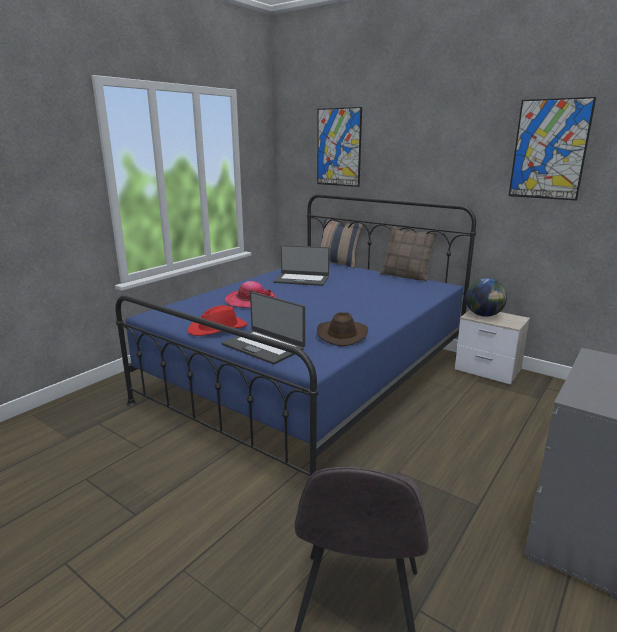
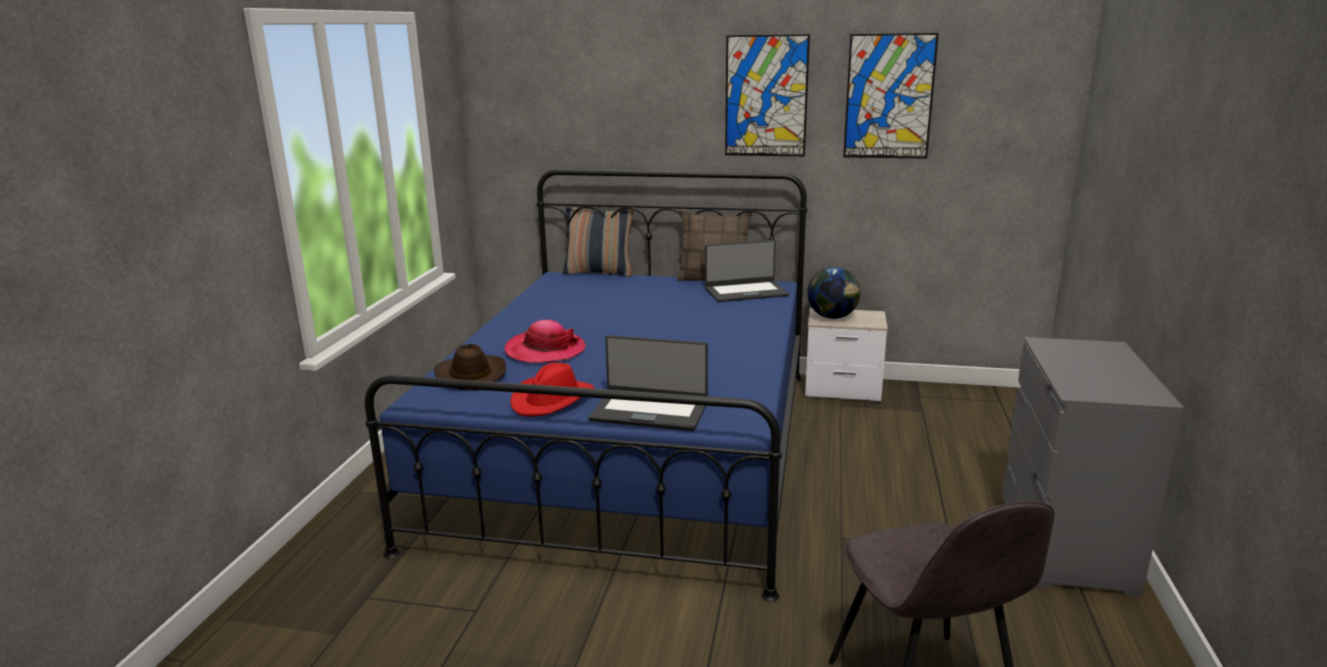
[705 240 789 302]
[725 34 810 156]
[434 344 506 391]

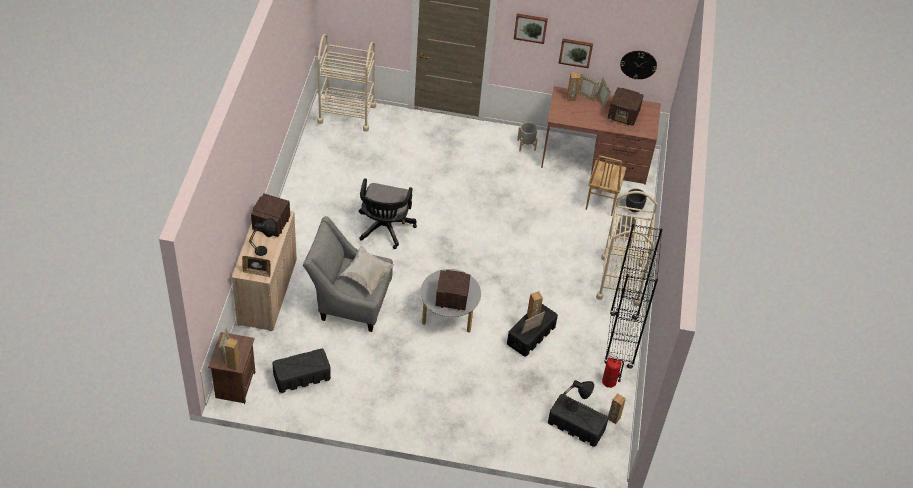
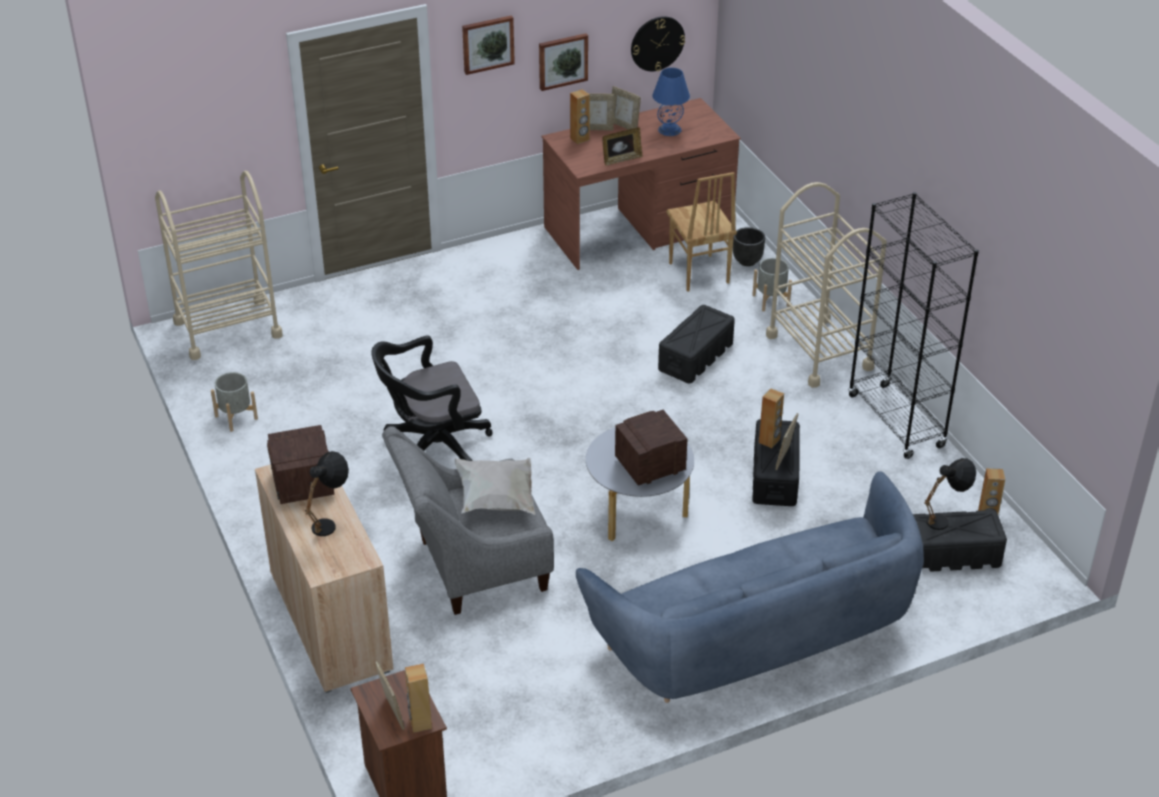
[602 353 624 388] (first image)
[576 471 924 703]
[603 127 643 165]
[658 305 735 384]
[211 372 258 432]
[652 68 690 136]
[371 336 493 461]

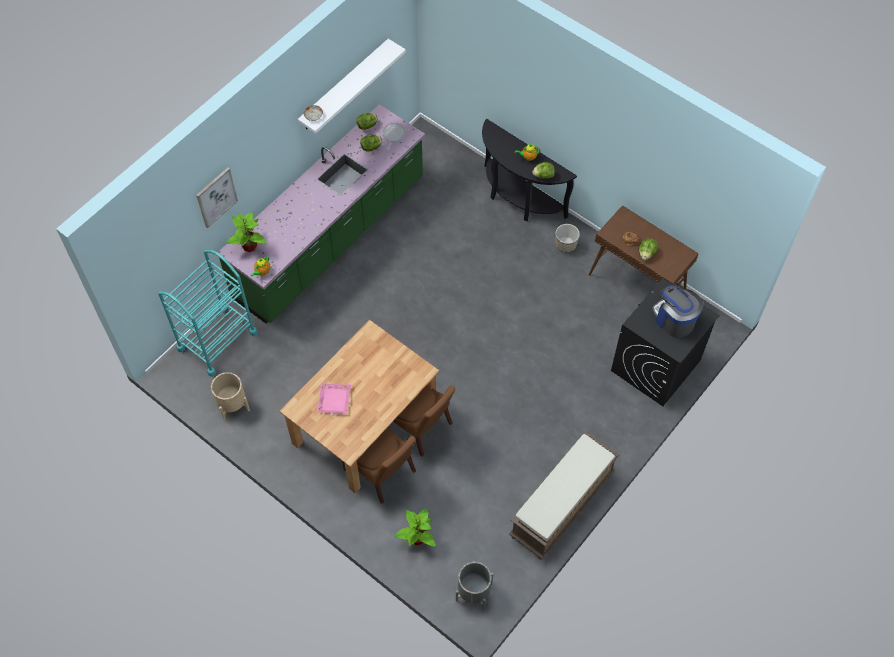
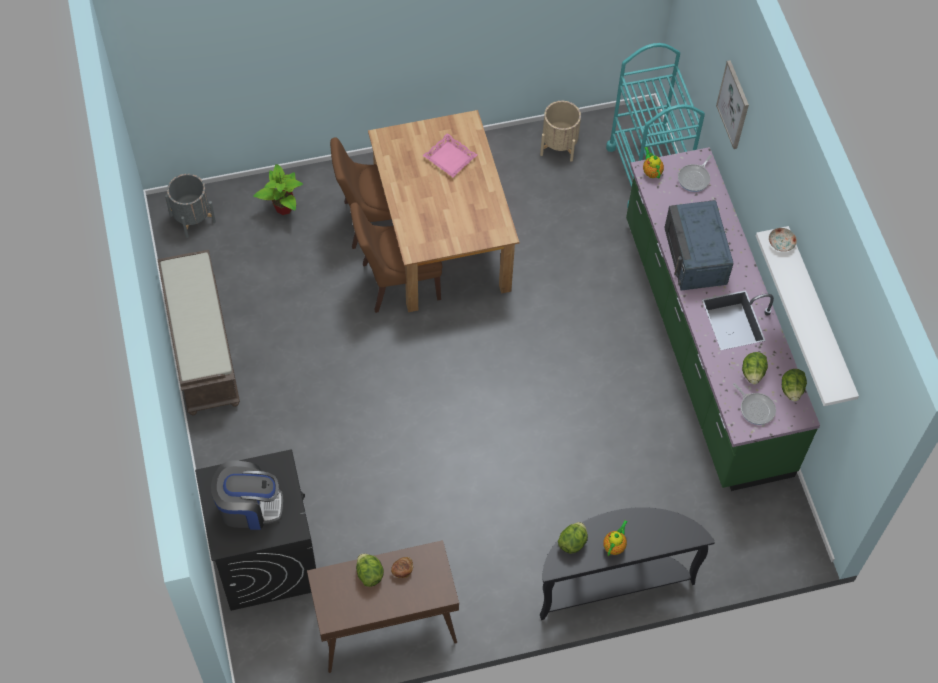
[555 224 580 252] (first image)
[664 200 734 291]
[678 155 712 192]

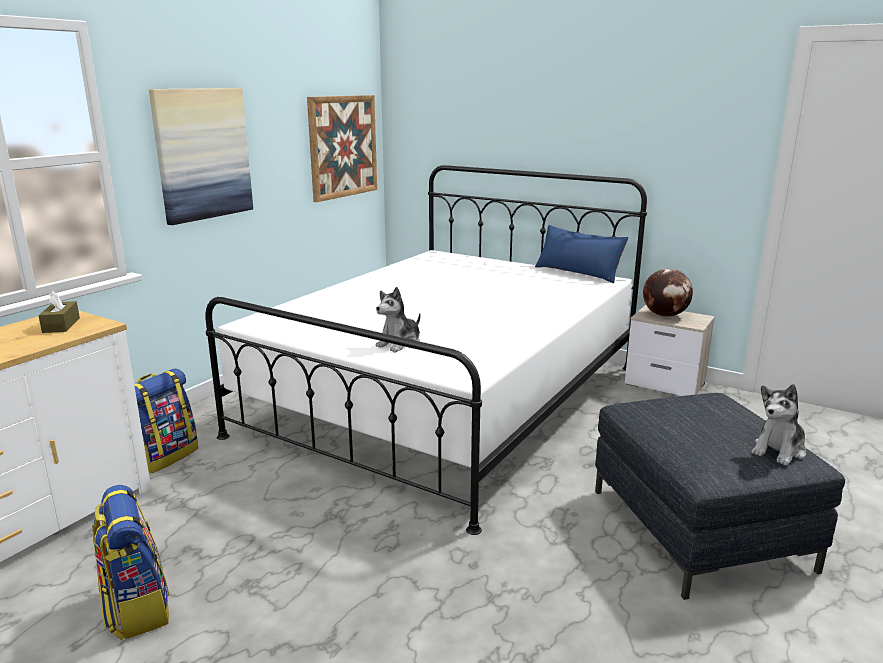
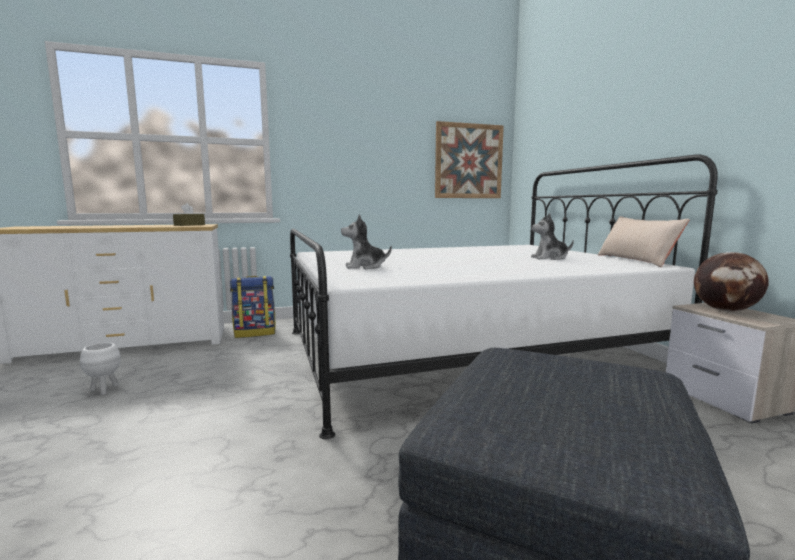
[149 88 253 225] (first image)
[531 213 574 260]
[80 343 121 395]
[598 216 690 267]

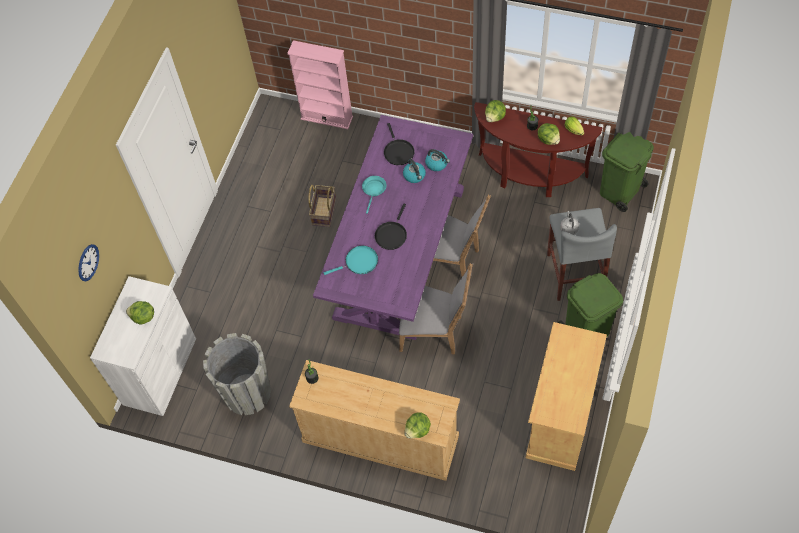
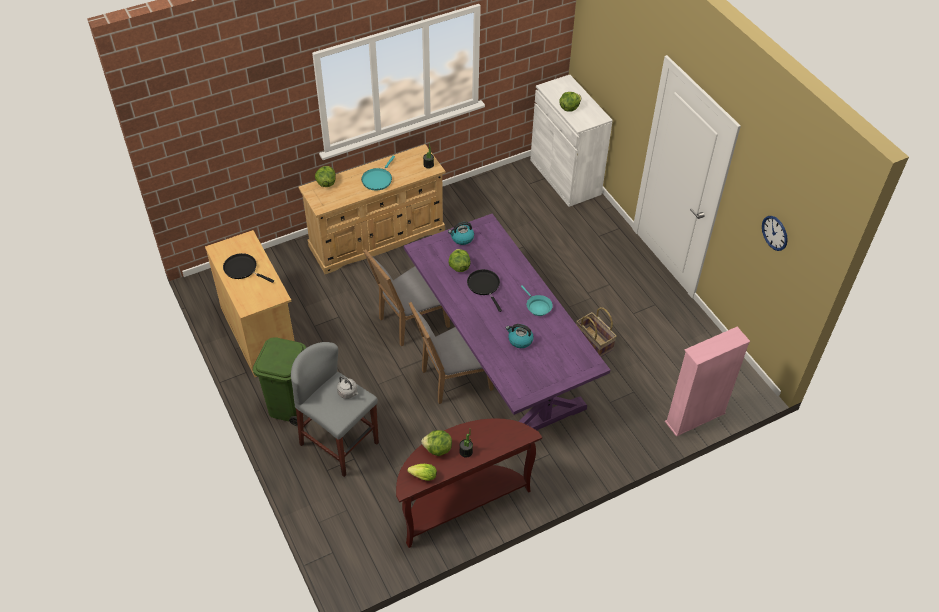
[203 333 271 415] (first image)
[600 132 654 212] (first image)
[762 216 788 251]
[361 156 395 190]
[223 253 274 283]
[448 222 474 245]
[449 249 471 272]

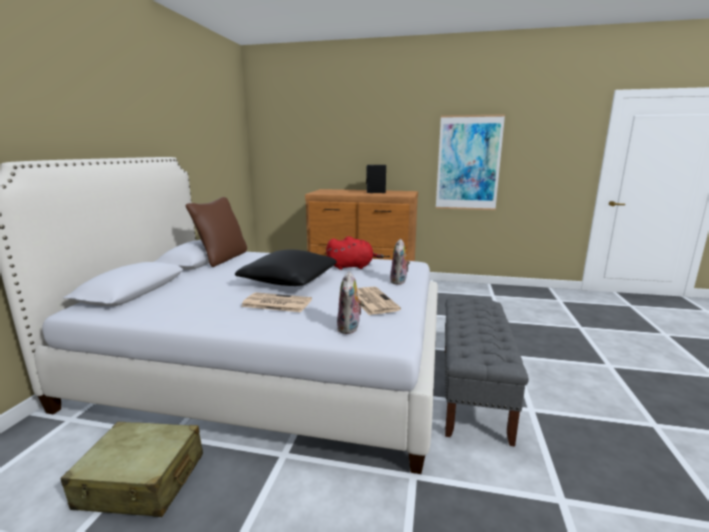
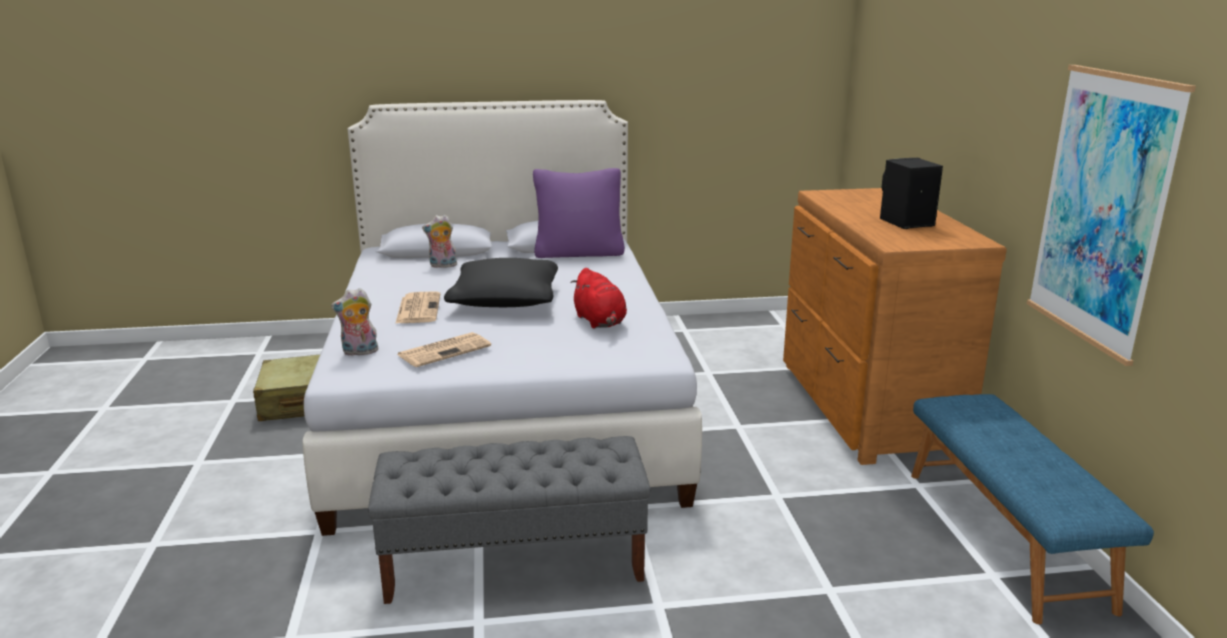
[911 394 1154 624]
[422 215 457 268]
[533 168 625 258]

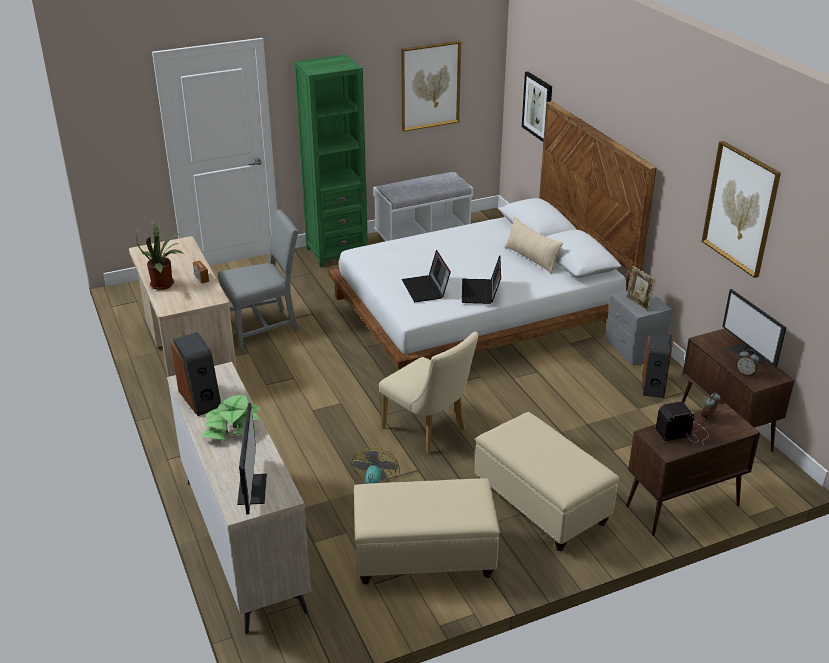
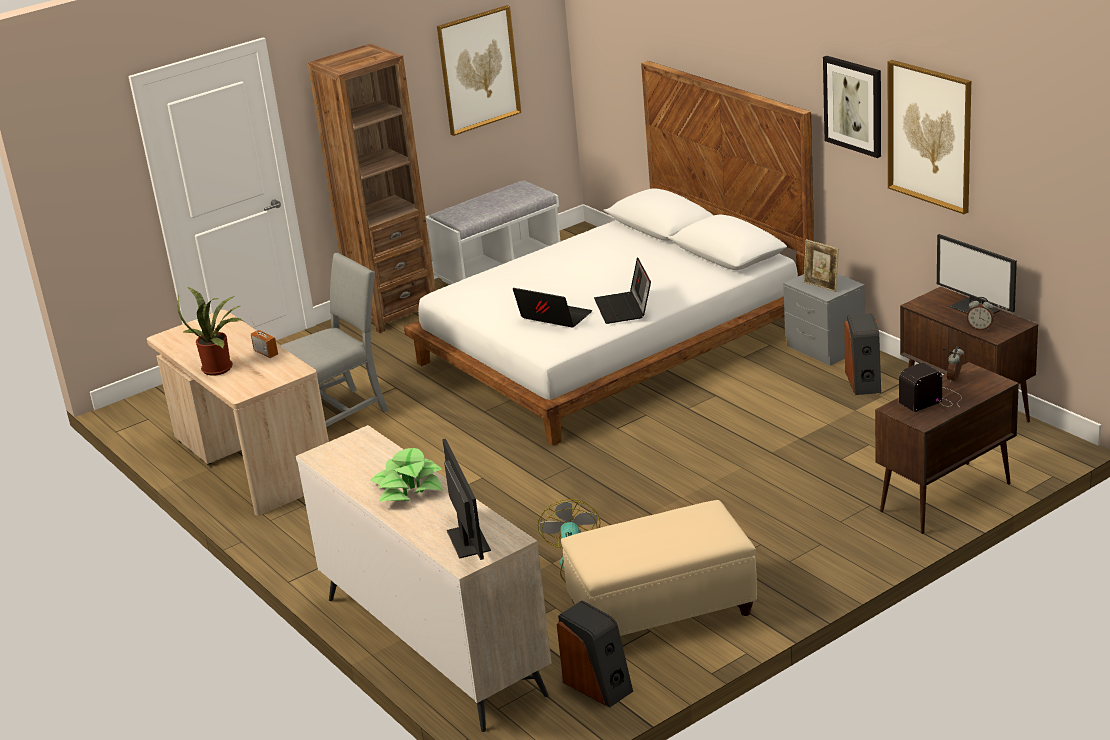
[379 332 479 453] (first image)
[475 412 620 551] (first image)
[505 217 563 274] (first image)
[557 600 633 708]
[823 56 881 158]
[308 44 436 333]
[513 288 592 328]

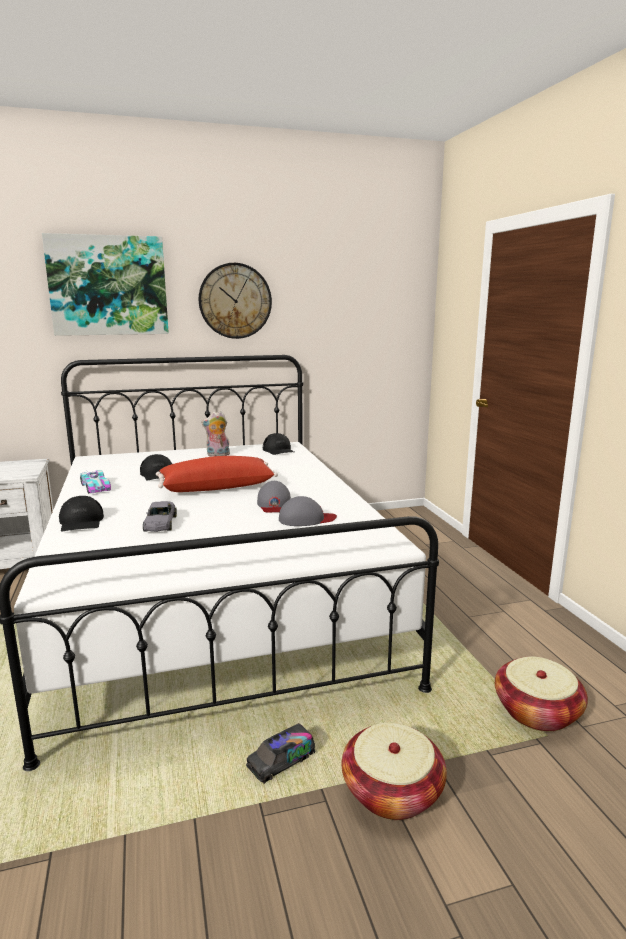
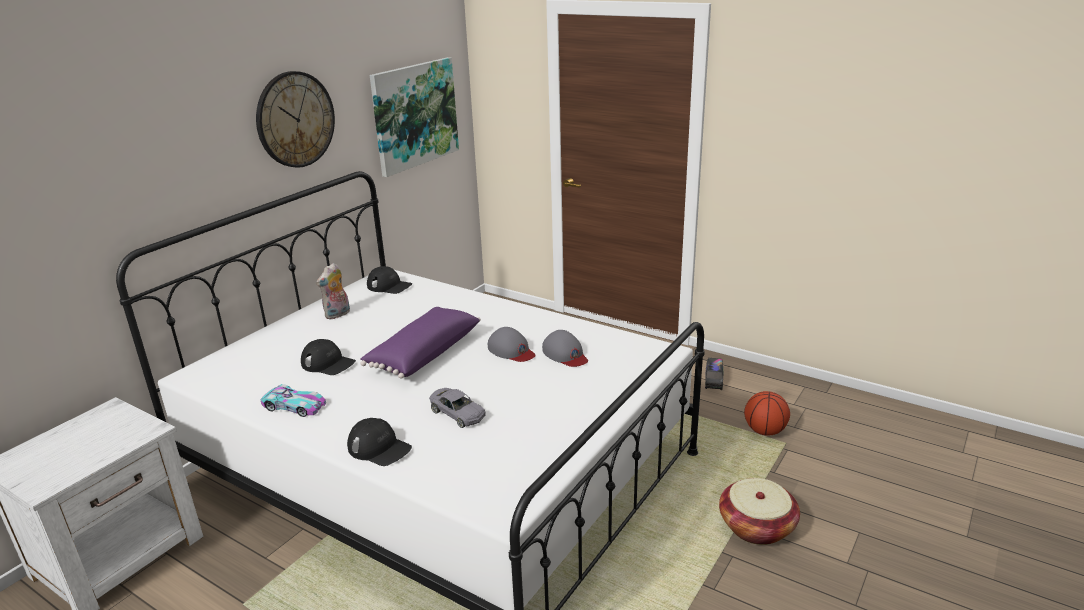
[370 57 459 177]
[705 358 723 390]
[744 391 790 436]
[361 307 481 379]
[542 330 588 367]

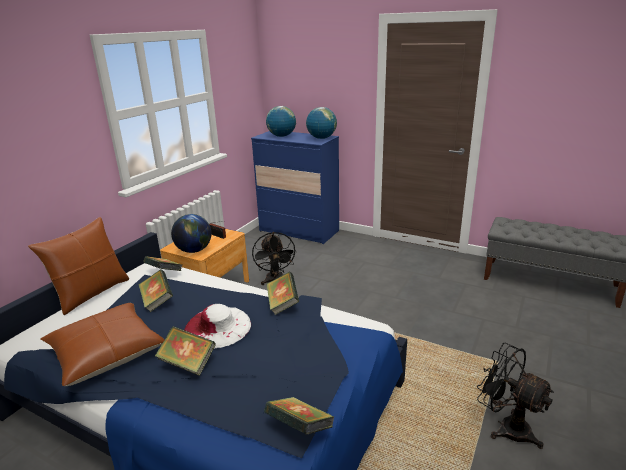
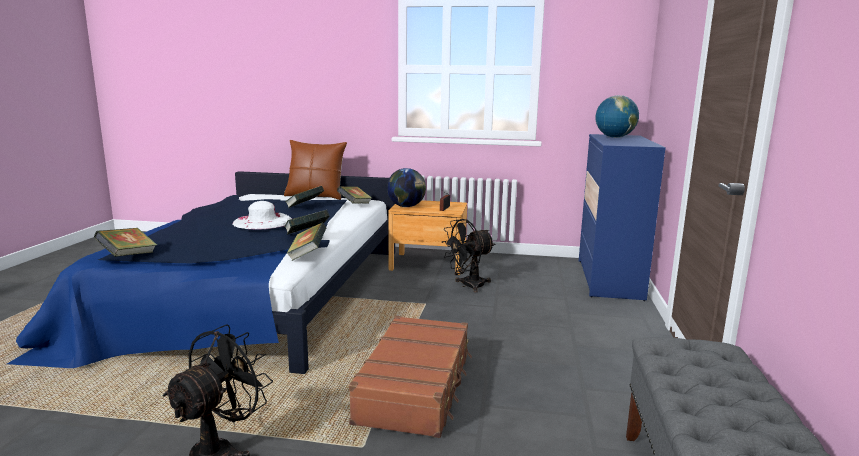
[40 303 164 386] (first image)
[306 107 337 139] (first image)
[348 316 472 438]
[286 223 326 261]

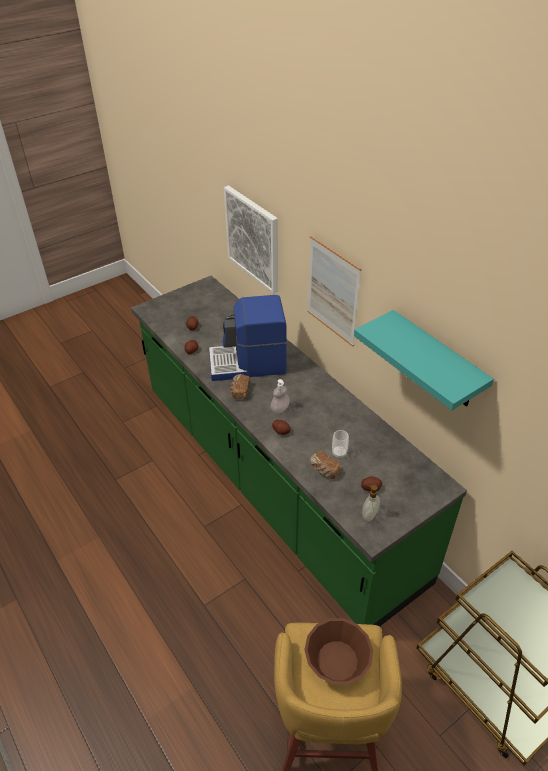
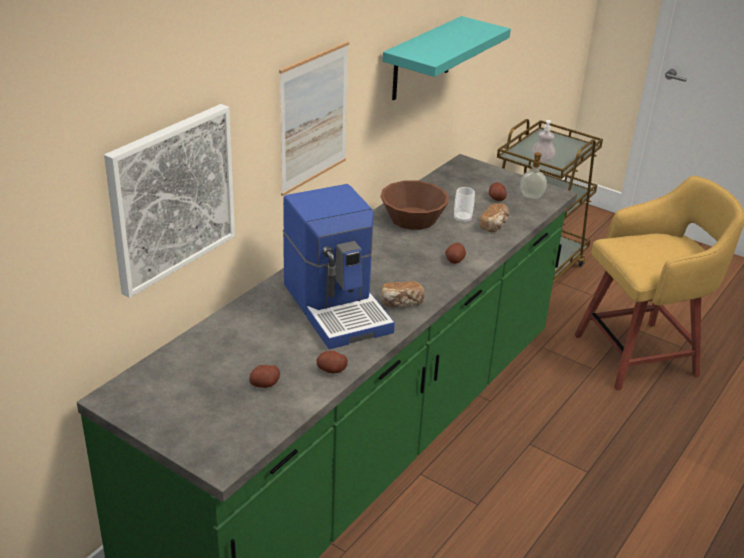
[532 120 556 162]
[380 181 449 230]

